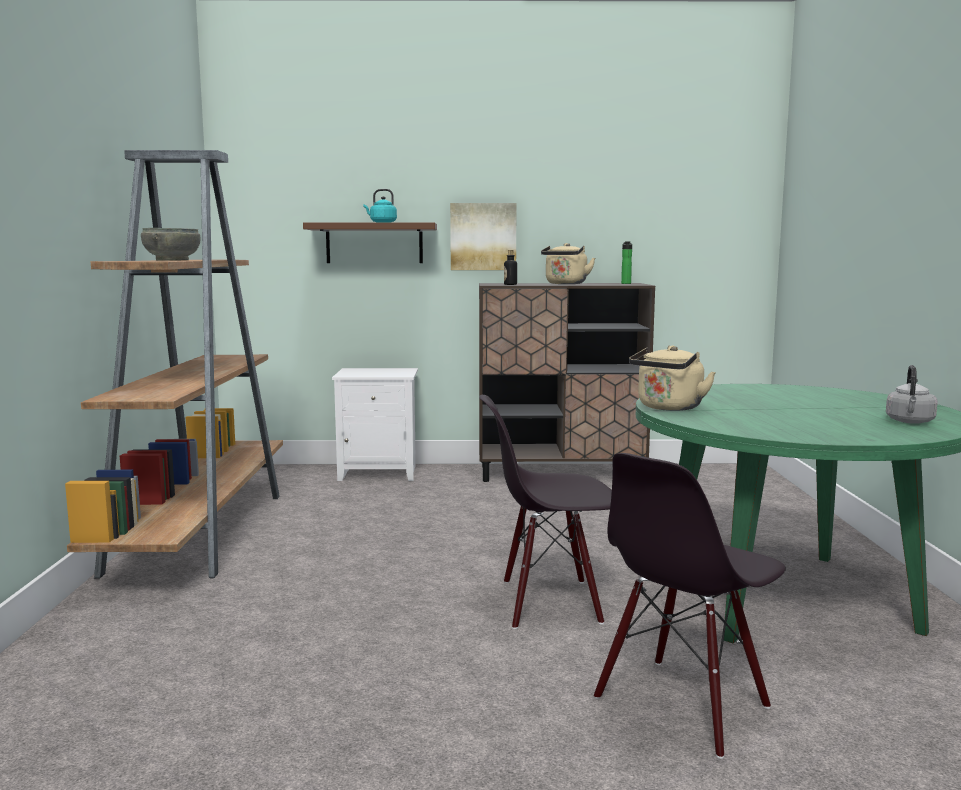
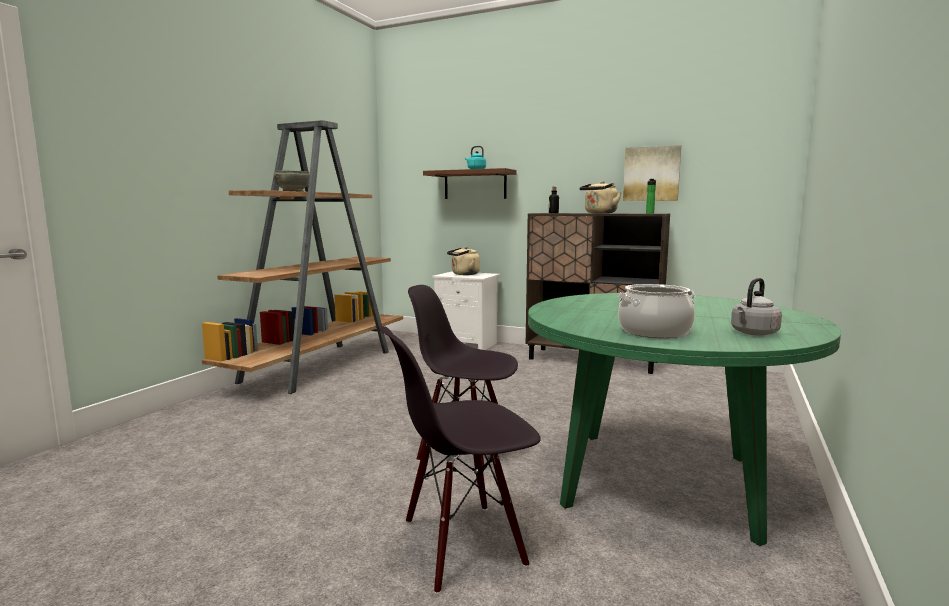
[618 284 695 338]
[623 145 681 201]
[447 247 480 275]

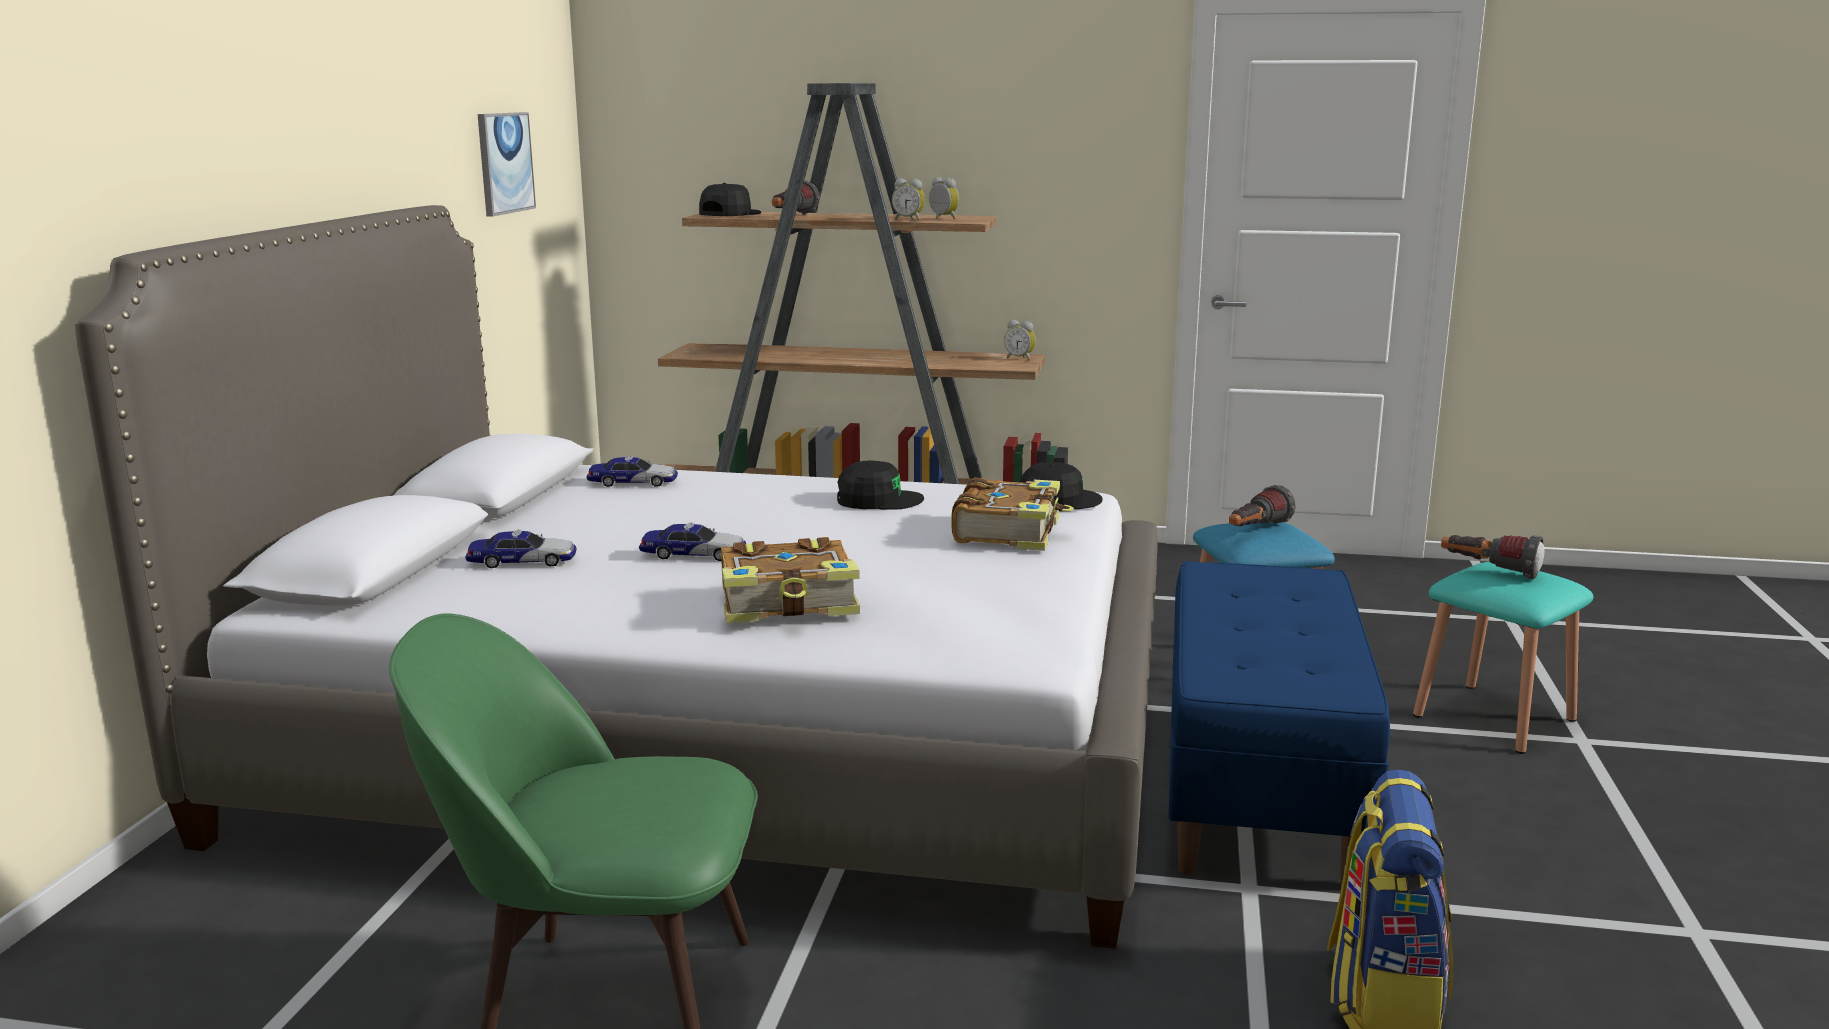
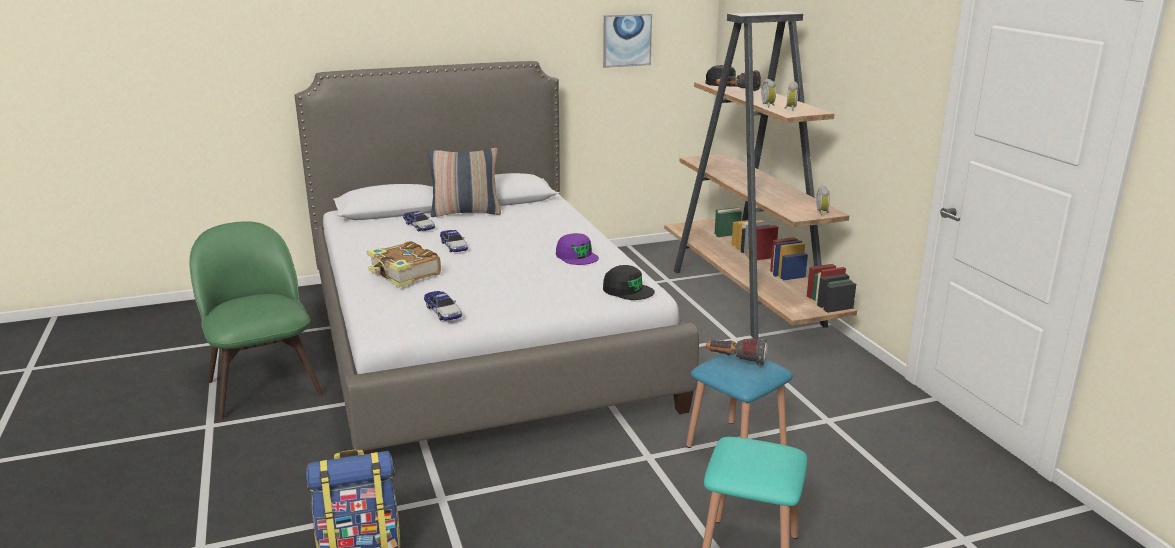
[952 478 1074 551] (first image)
[1168 561 1390 886] (first image)
[1441 535 1544 579] (first image)
[428 148 501 217]
[424 291 462 321]
[556 233 599 265]

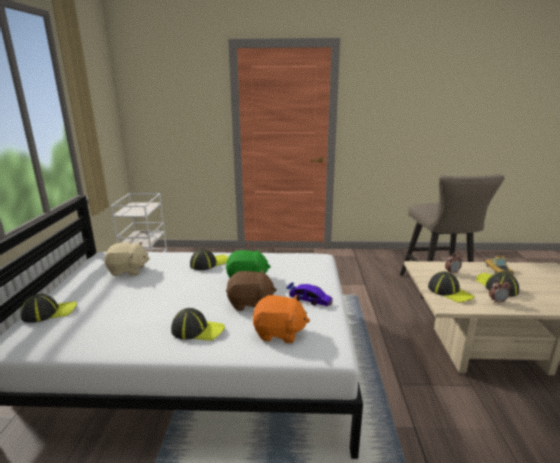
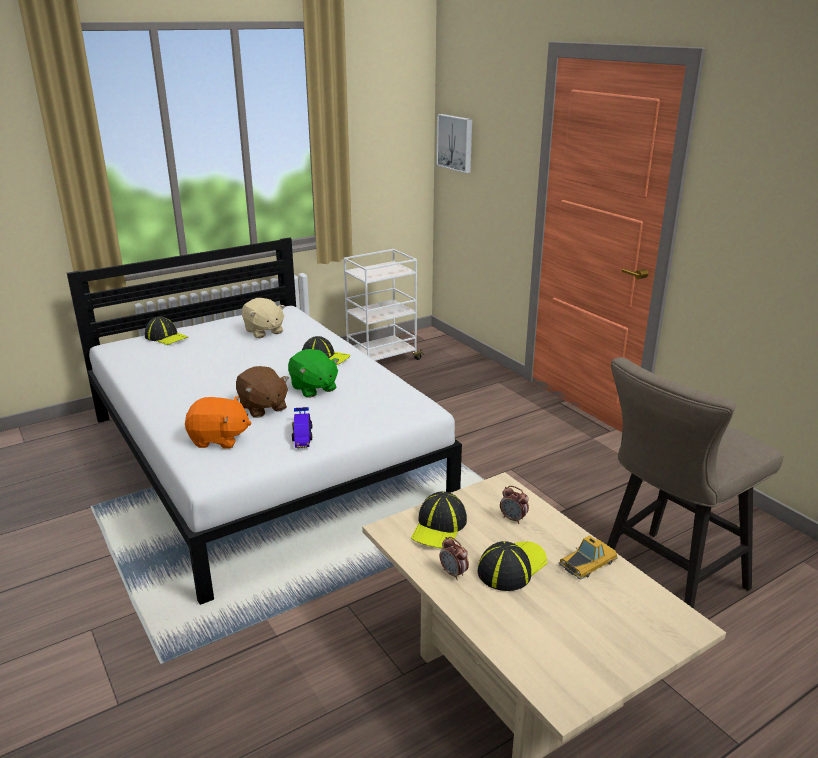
[171 308 225 341] (first image)
[436 114 472 173]
[185 396 251 448]

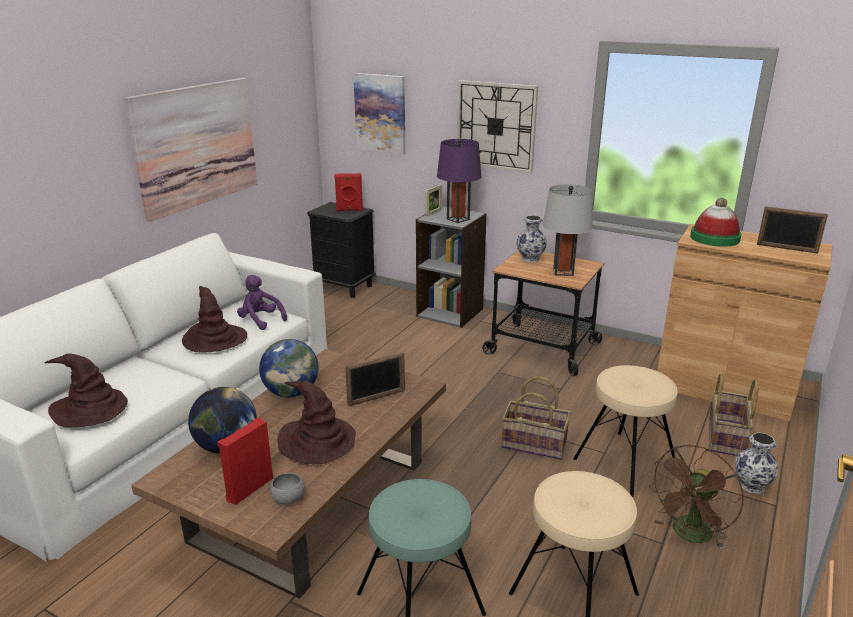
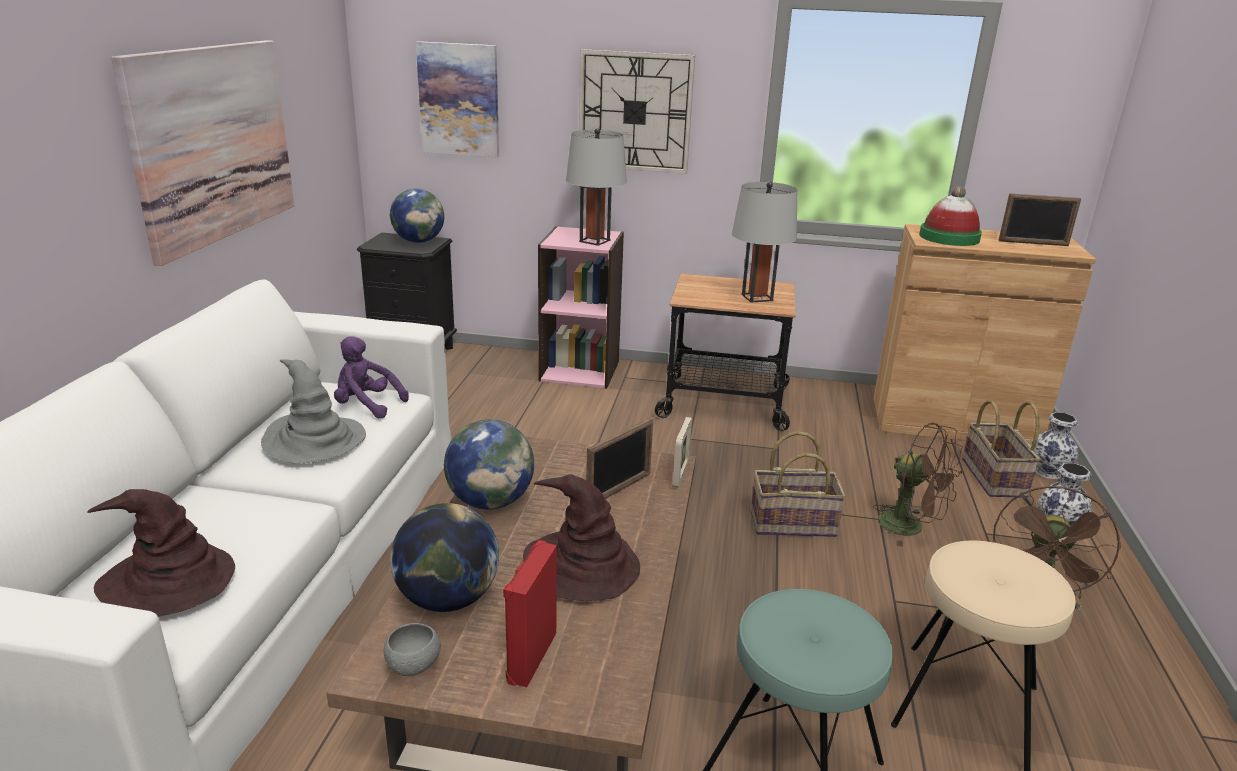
[384 623 441 676]
[673 417 692 488]
[1031 412 1078 479]
[390 189 444 243]
[873 423 963 547]
[261 359 366 464]
[538 226 624 389]
[566 128 627 246]

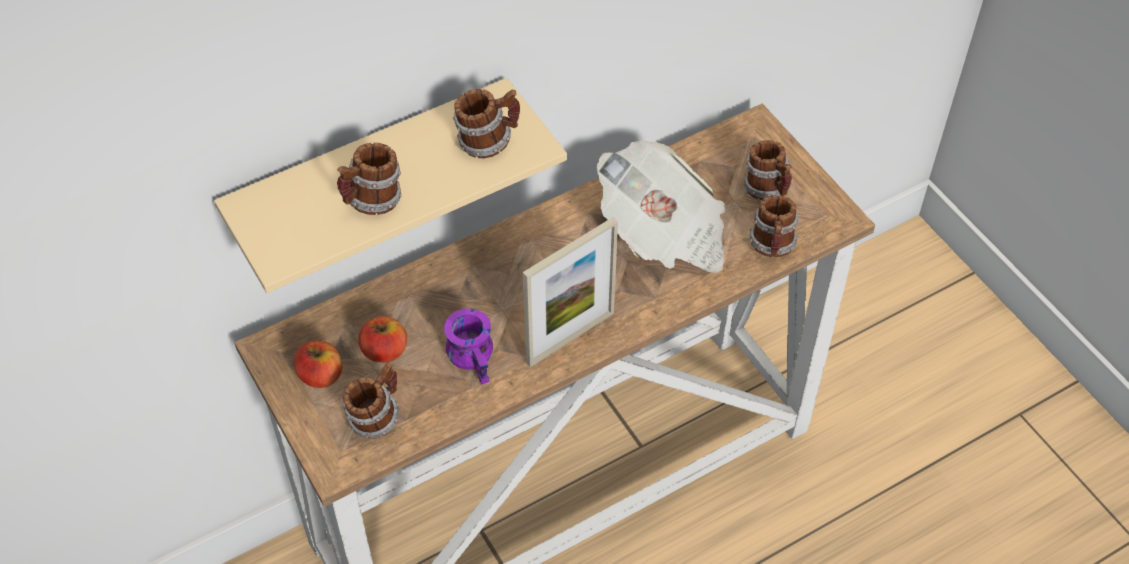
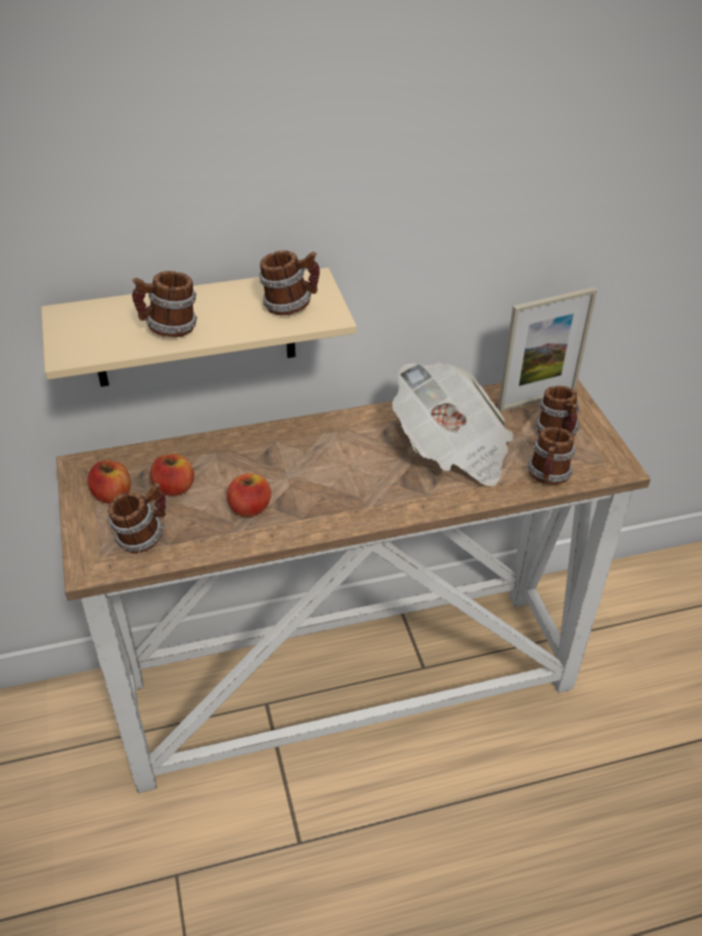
[498 287 597 412]
[227 473 271 517]

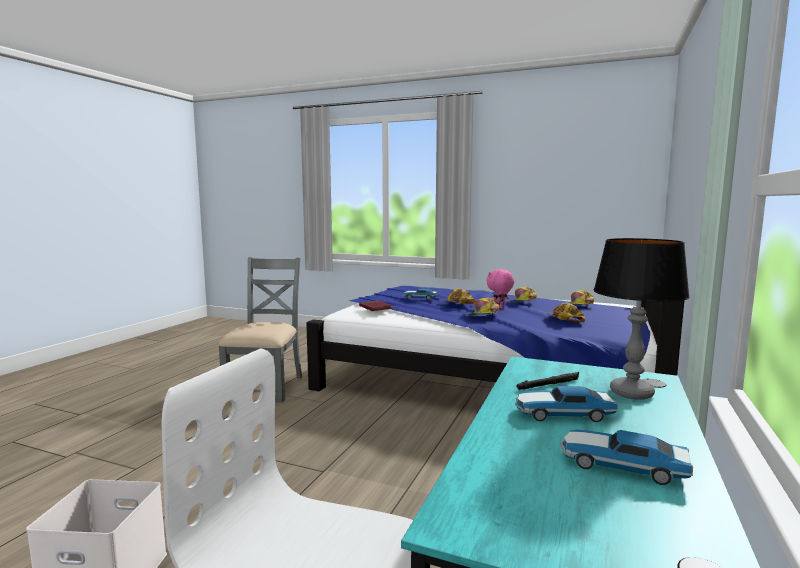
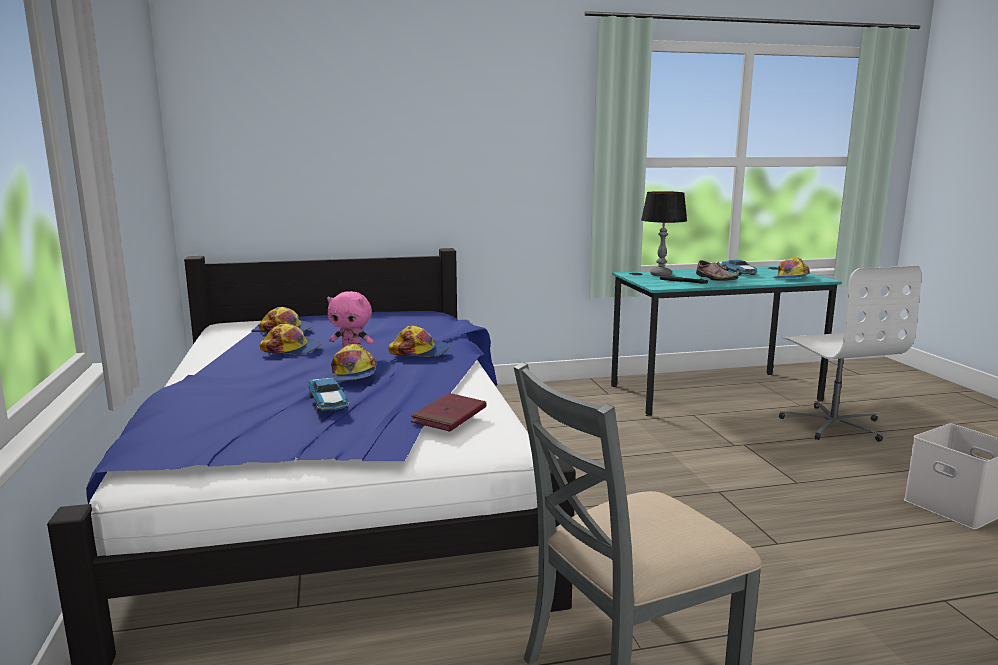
[773 258 810 278]
[696 260 738 281]

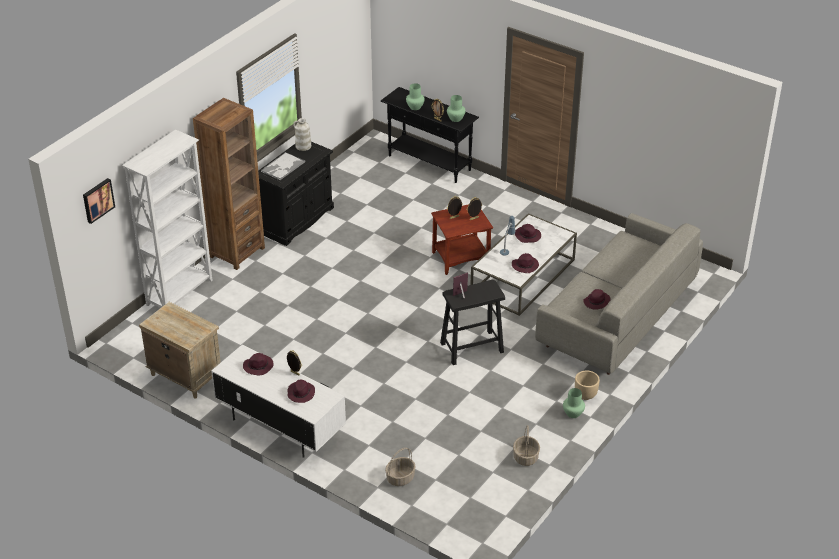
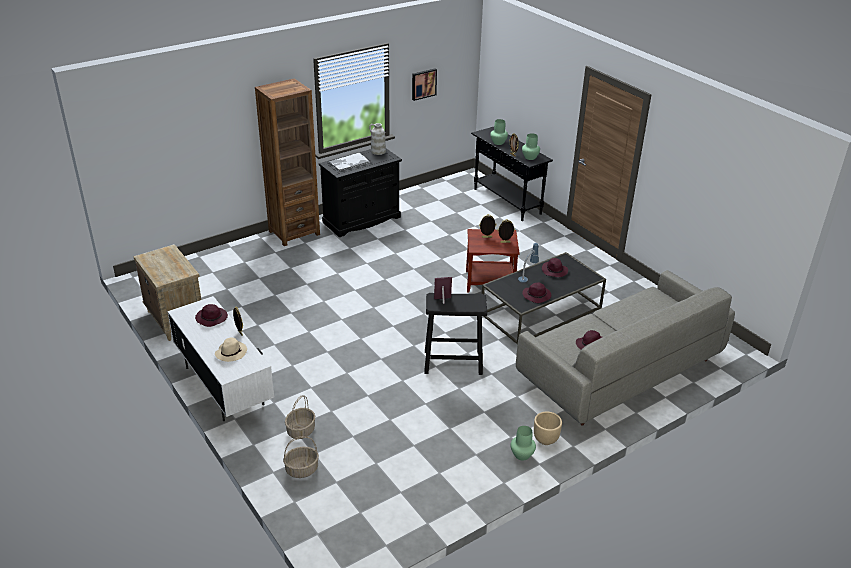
[122 130 213 308] (first image)
[412 69 437 101]
[285 395 315 439]
[215 338 247 362]
[482 252 606 345]

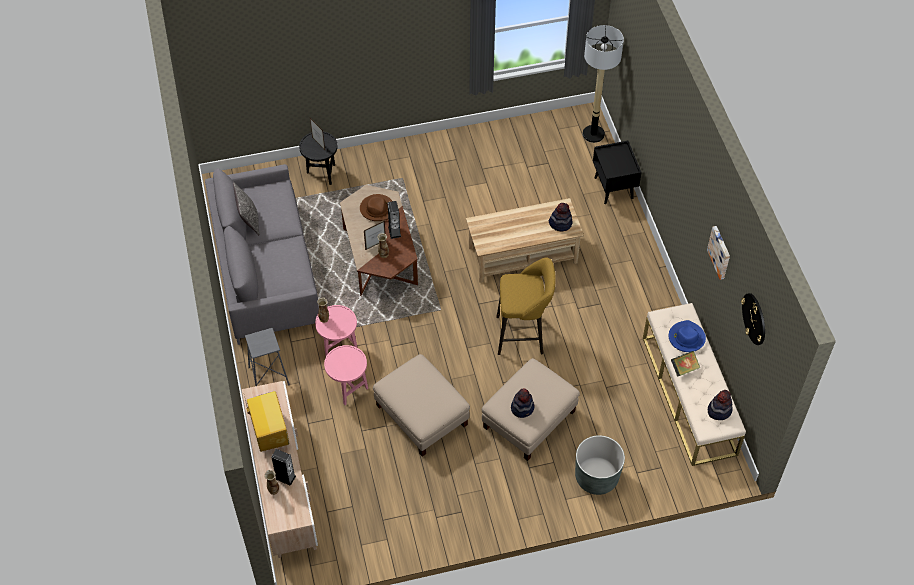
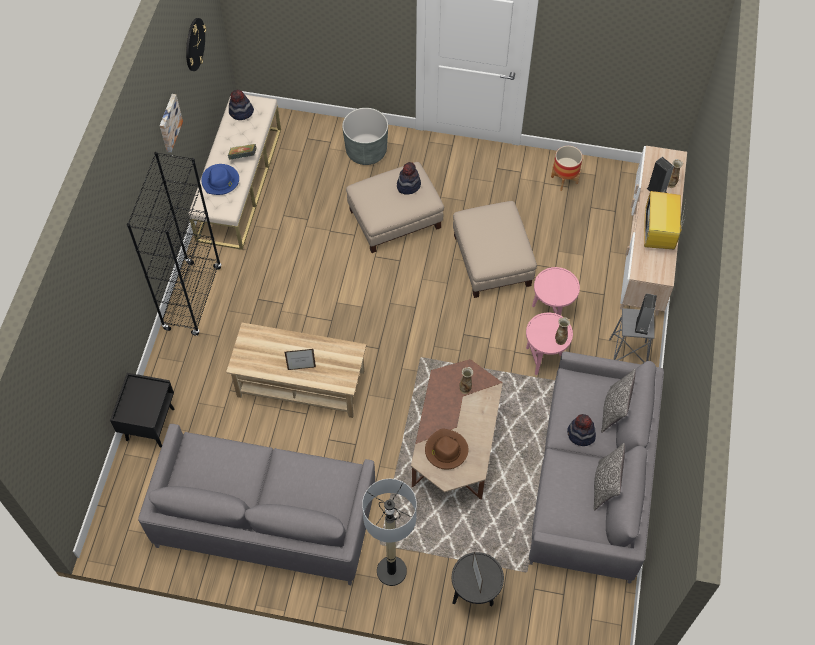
[496 258 556 355] (first image)
[127 152 222 336]
[138 424 375 585]
[551 146 583 191]
[601 369 636 433]
[285 349 316 370]
[635 294 657 335]
[567 414 596 446]
[362 479 417 586]

